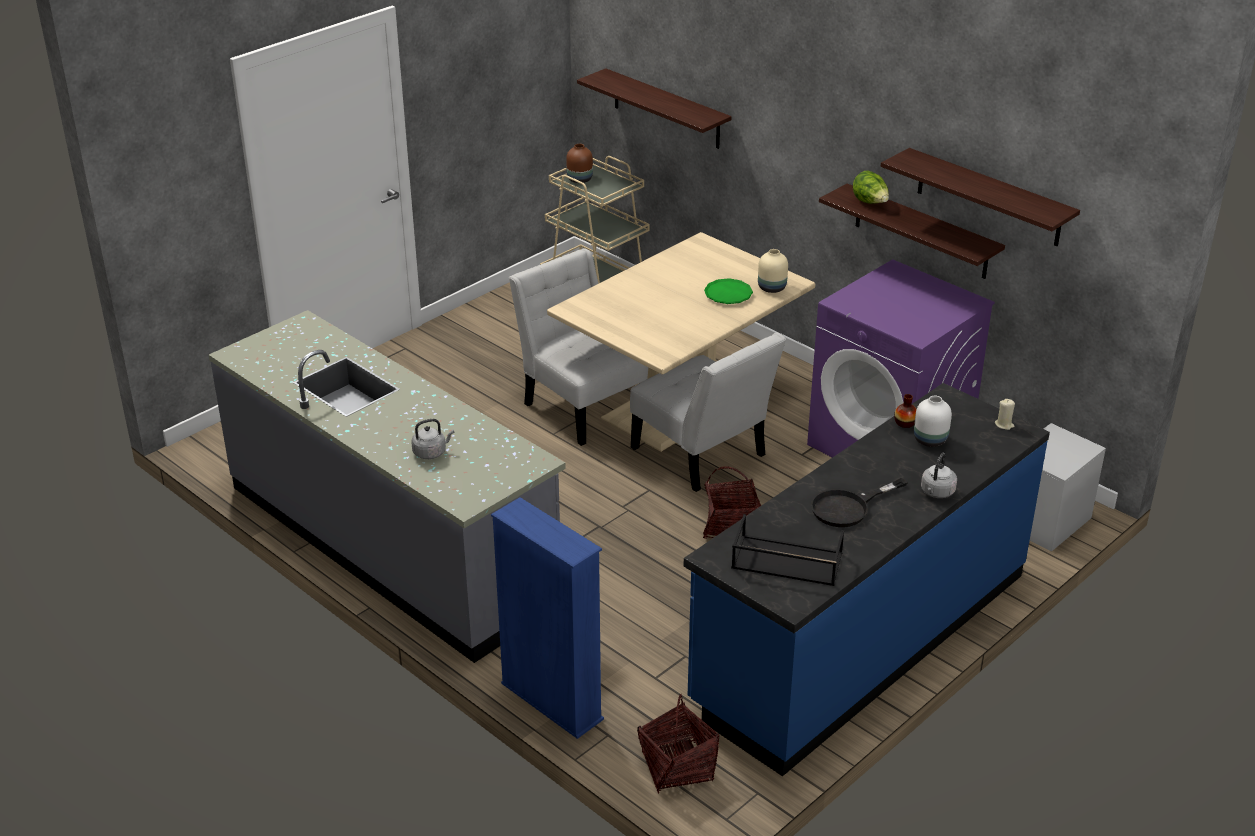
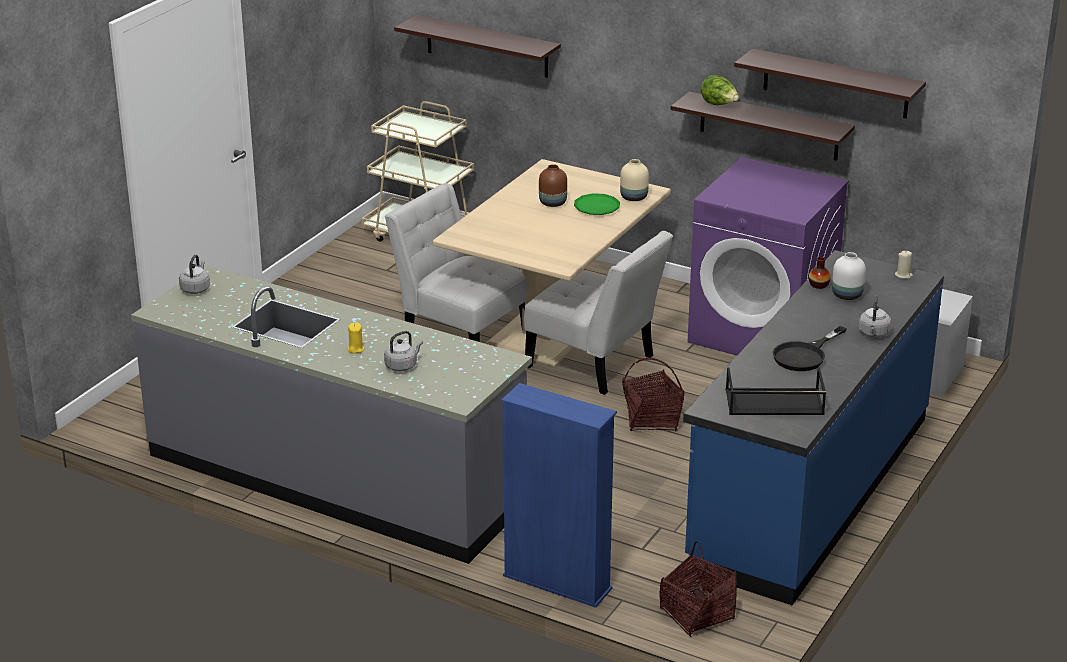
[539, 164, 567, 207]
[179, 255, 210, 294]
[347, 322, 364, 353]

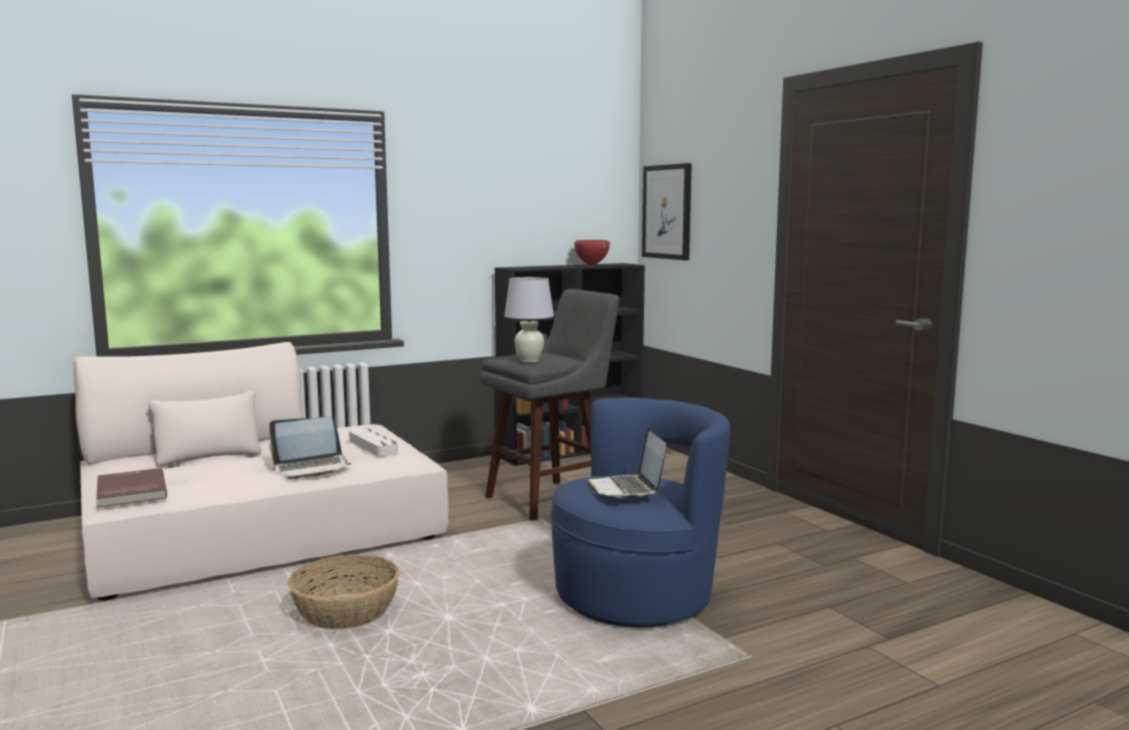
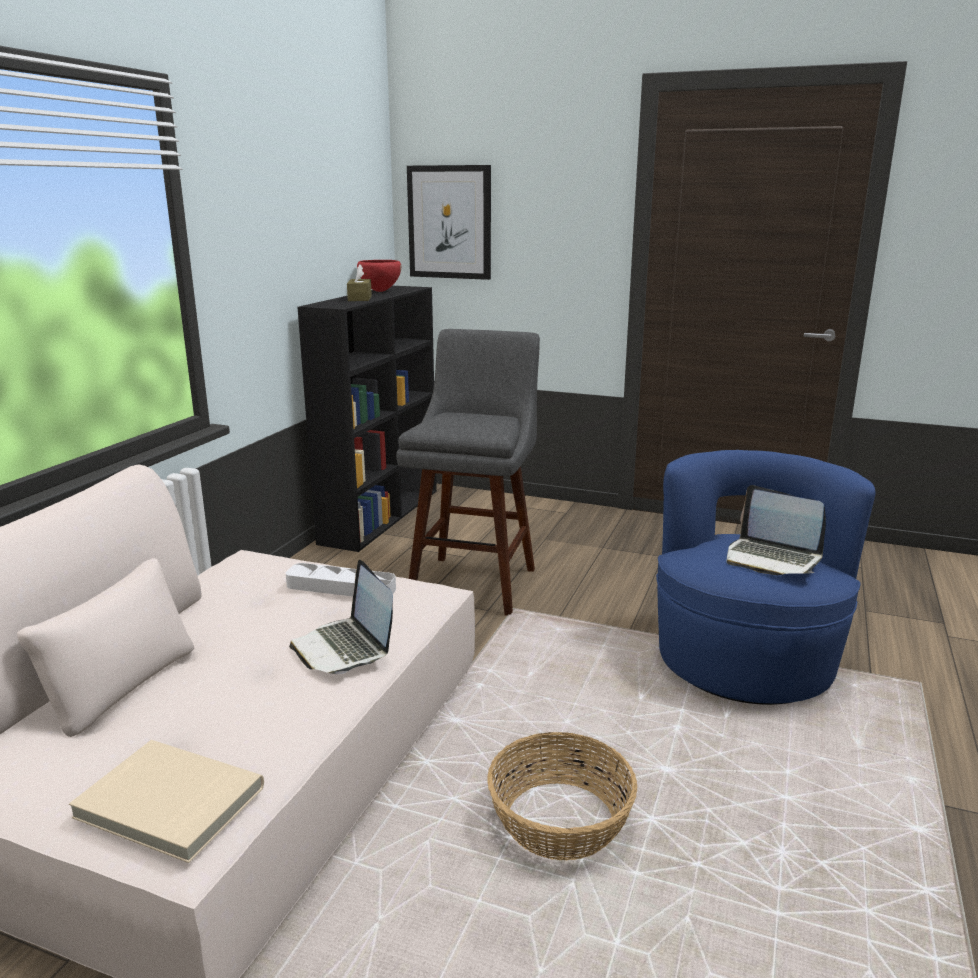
[504, 277, 554, 362] (first image)
[289, 560, 393, 674]
[69, 740, 264, 863]
[347, 264, 372, 301]

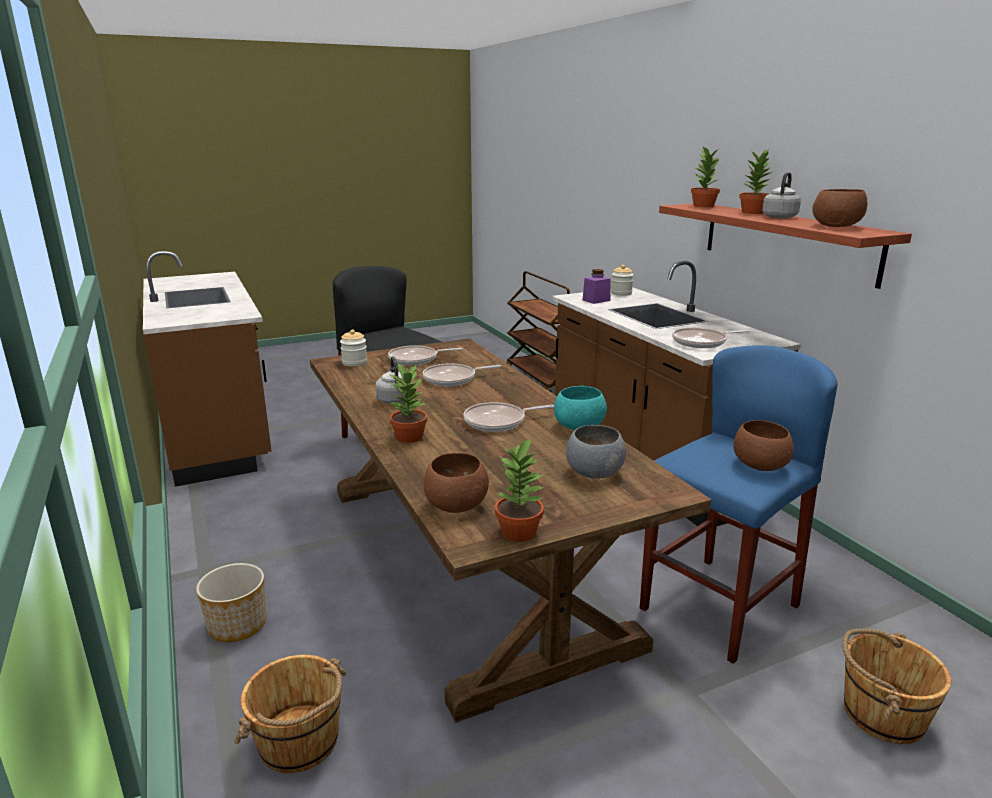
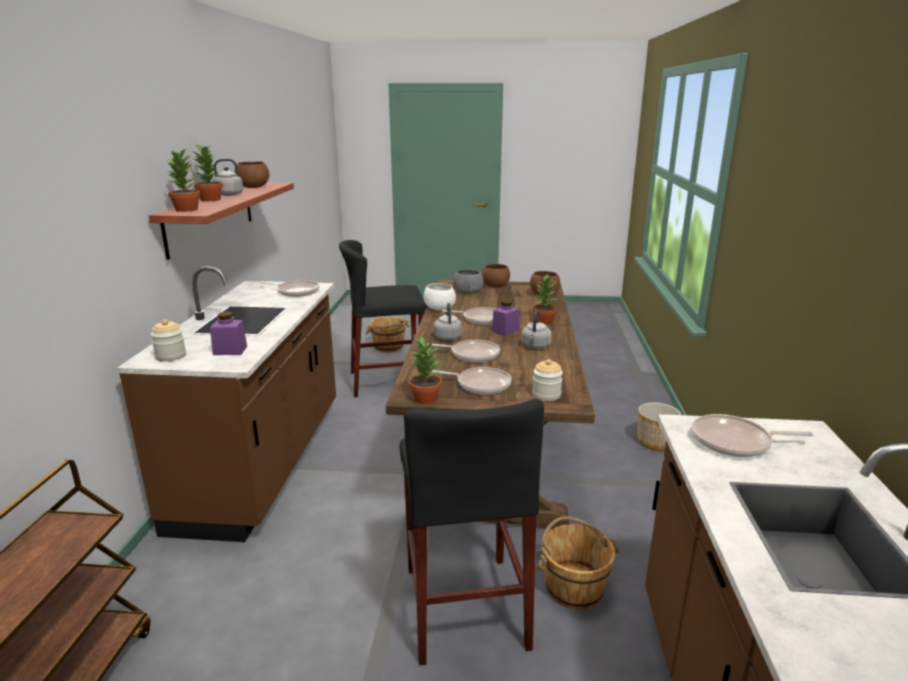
[339, 240, 427, 397]
[424, 283, 456, 311]
[482, 264, 510, 288]
[409, 337, 442, 404]
[535, 516, 619, 610]
[492, 300, 519, 336]
[434, 303, 462, 340]
[692, 414, 814, 457]

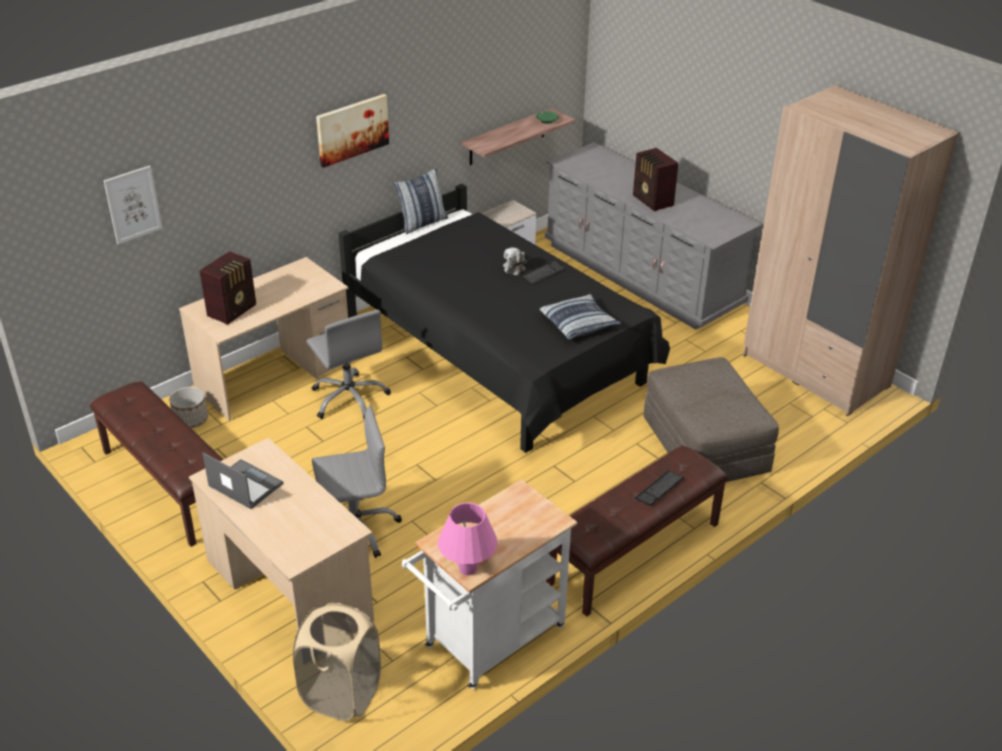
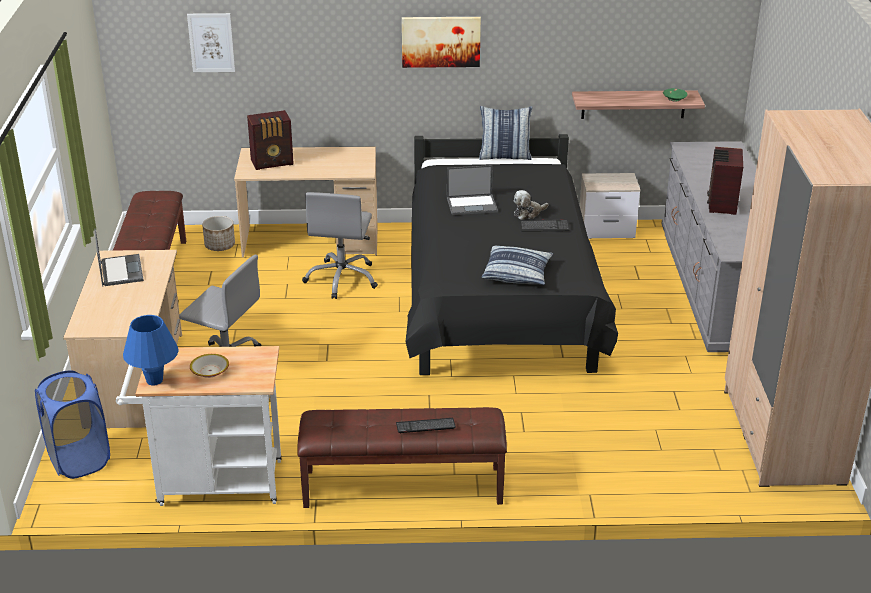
[643, 357, 779, 482] (first image)
[123, 315, 179, 385]
[35, 371, 110, 479]
[447, 165, 498, 215]
[190, 354, 229, 378]

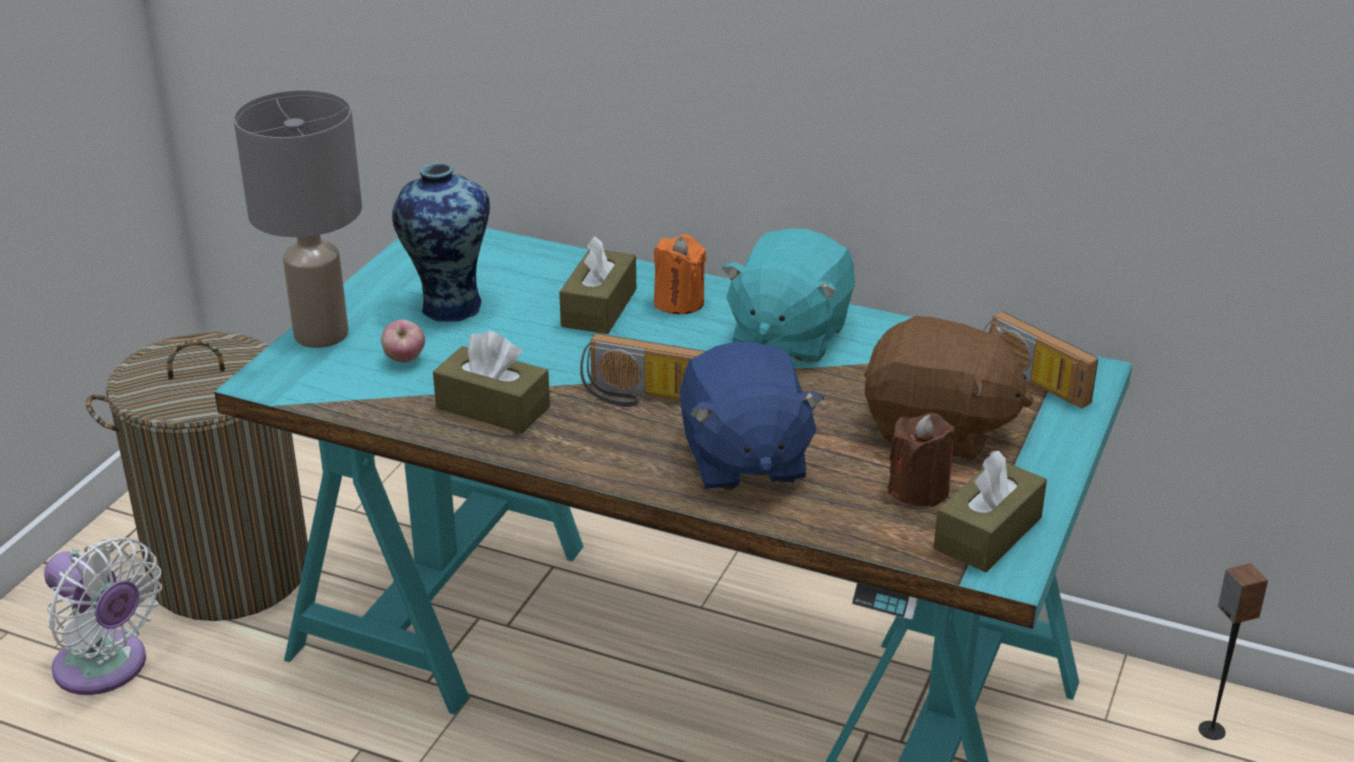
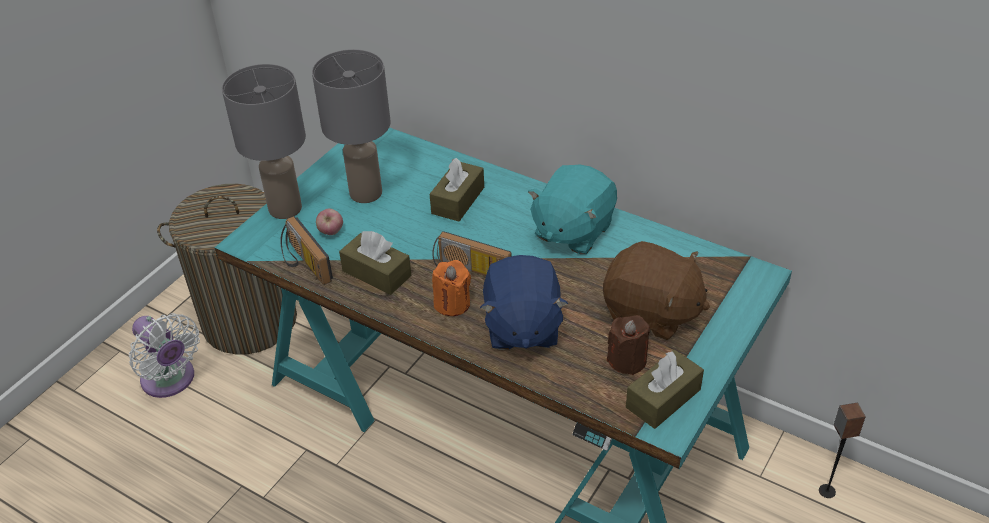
[312, 49, 391, 203]
[432, 260, 471, 316]
[280, 216, 333, 285]

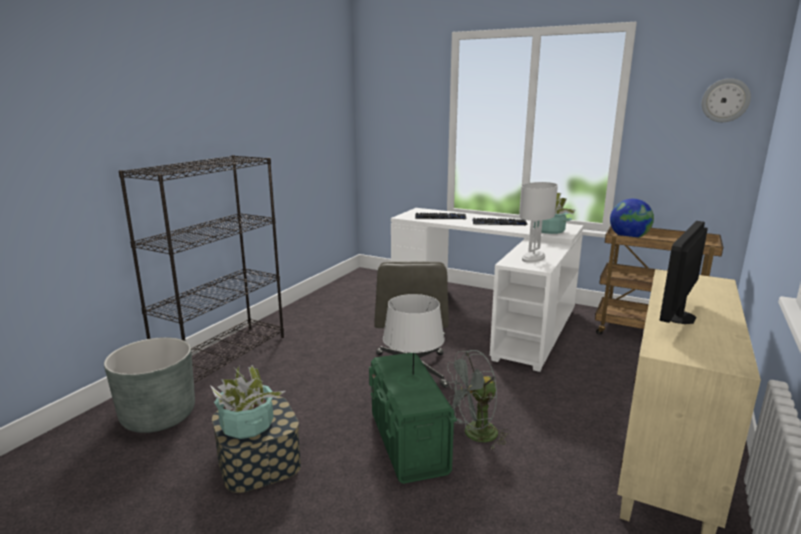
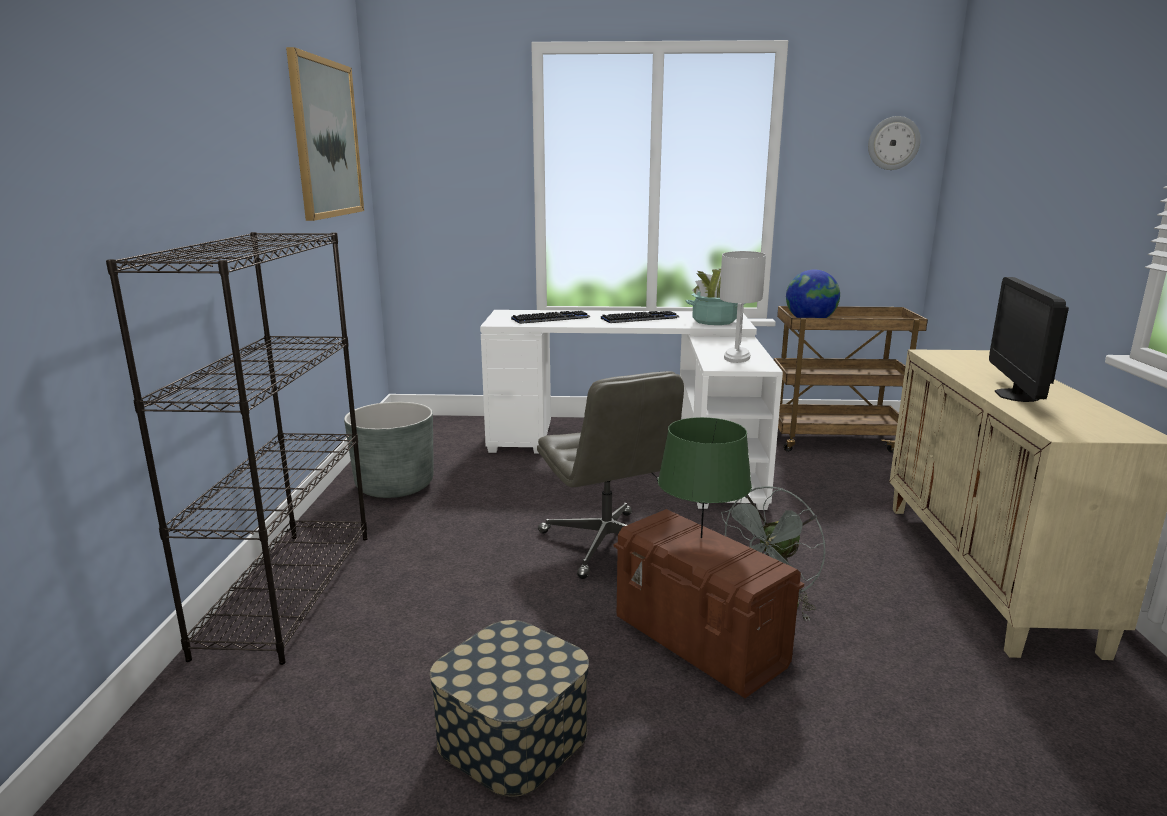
[658, 417, 752, 538]
[344, 402, 434, 498]
[613, 509, 804, 698]
[210, 365, 286, 439] (first image)
[286, 47, 364, 221]

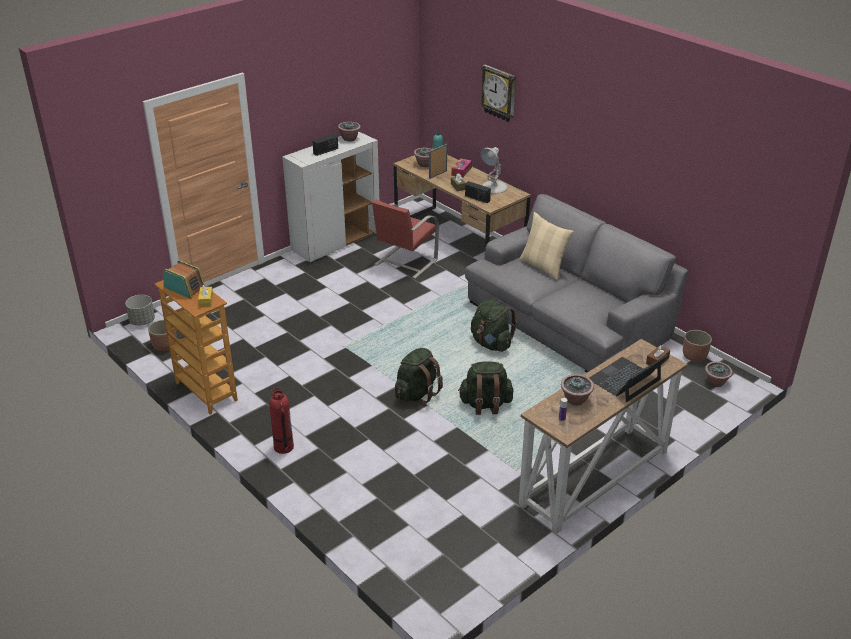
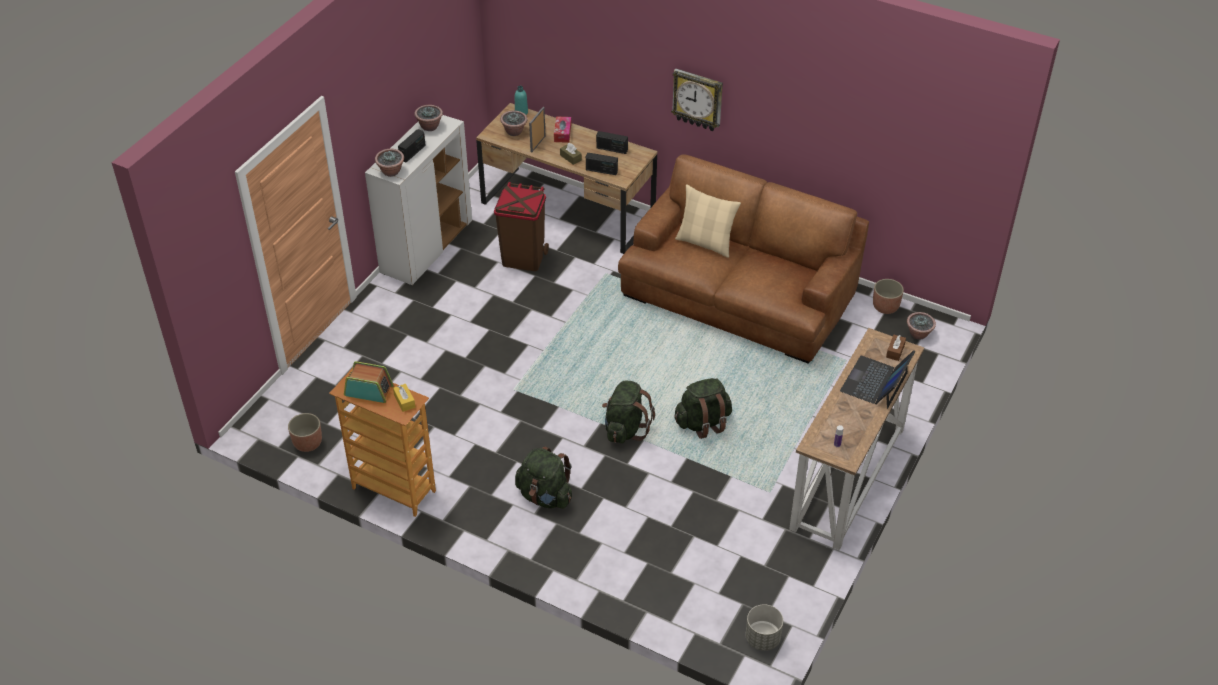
[671, 69, 723, 131]
[596, 131, 628, 154]
[618, 154, 869, 364]
[494, 182, 549, 271]
[746, 604, 783, 651]
[515, 446, 572, 509]
[375, 149, 404, 177]
[269, 387, 294, 454] (first image)

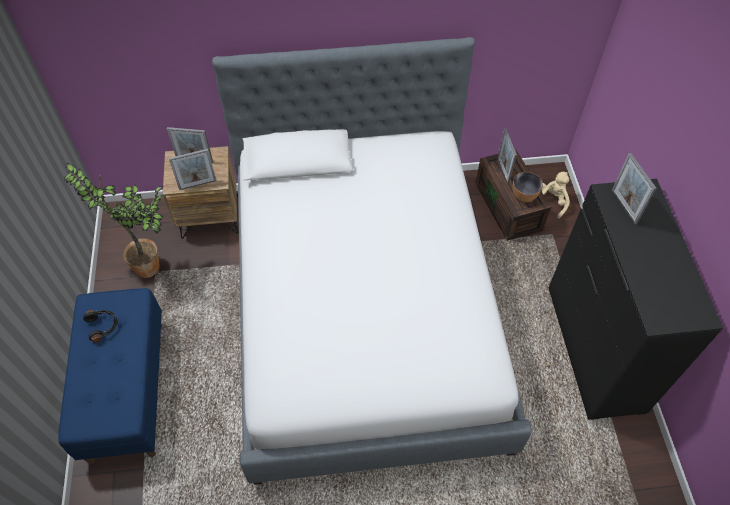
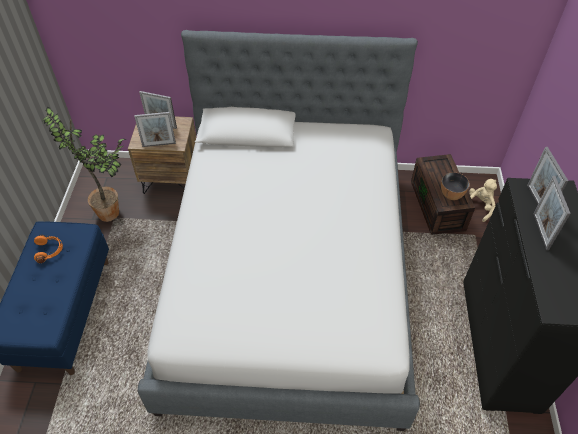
[533, 176, 571, 250]
[34, 234, 63, 263]

